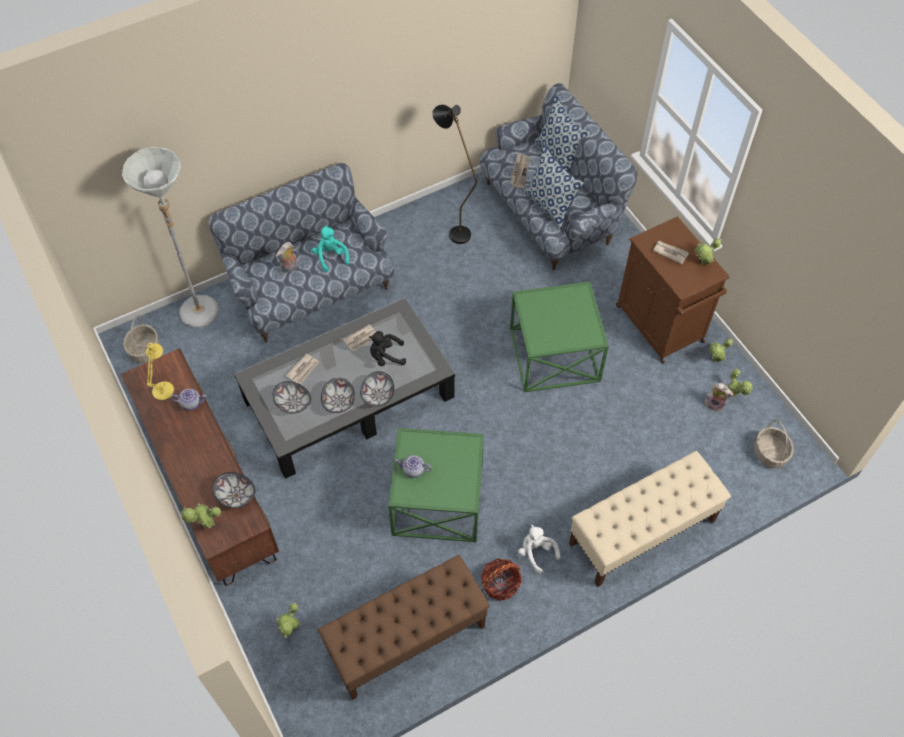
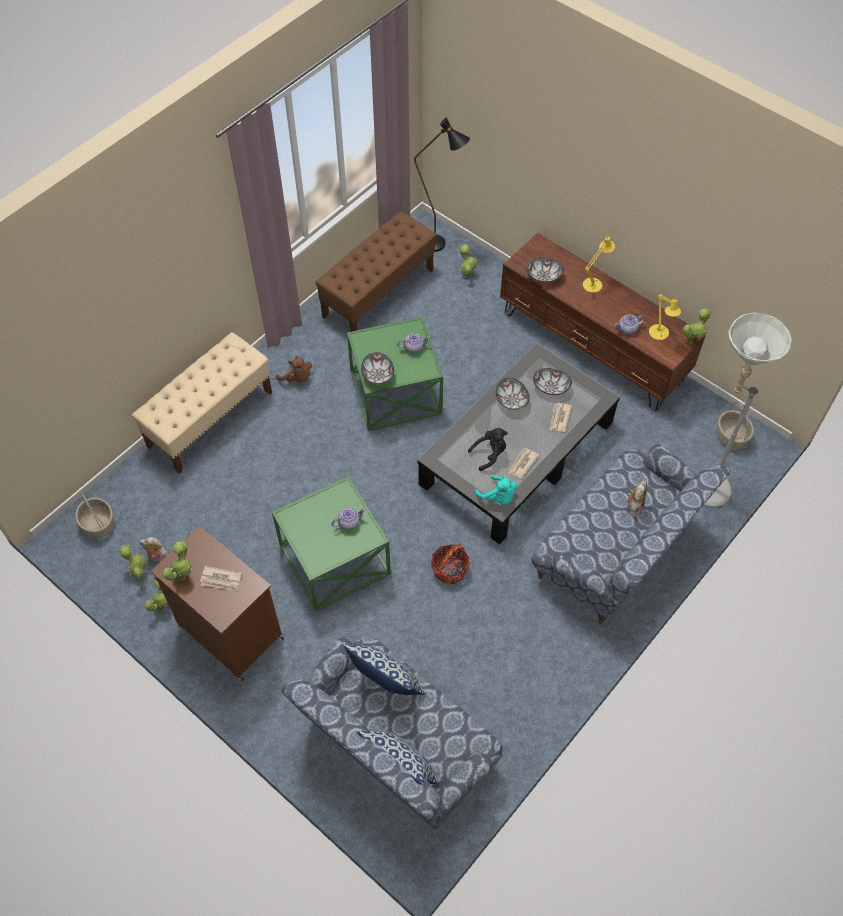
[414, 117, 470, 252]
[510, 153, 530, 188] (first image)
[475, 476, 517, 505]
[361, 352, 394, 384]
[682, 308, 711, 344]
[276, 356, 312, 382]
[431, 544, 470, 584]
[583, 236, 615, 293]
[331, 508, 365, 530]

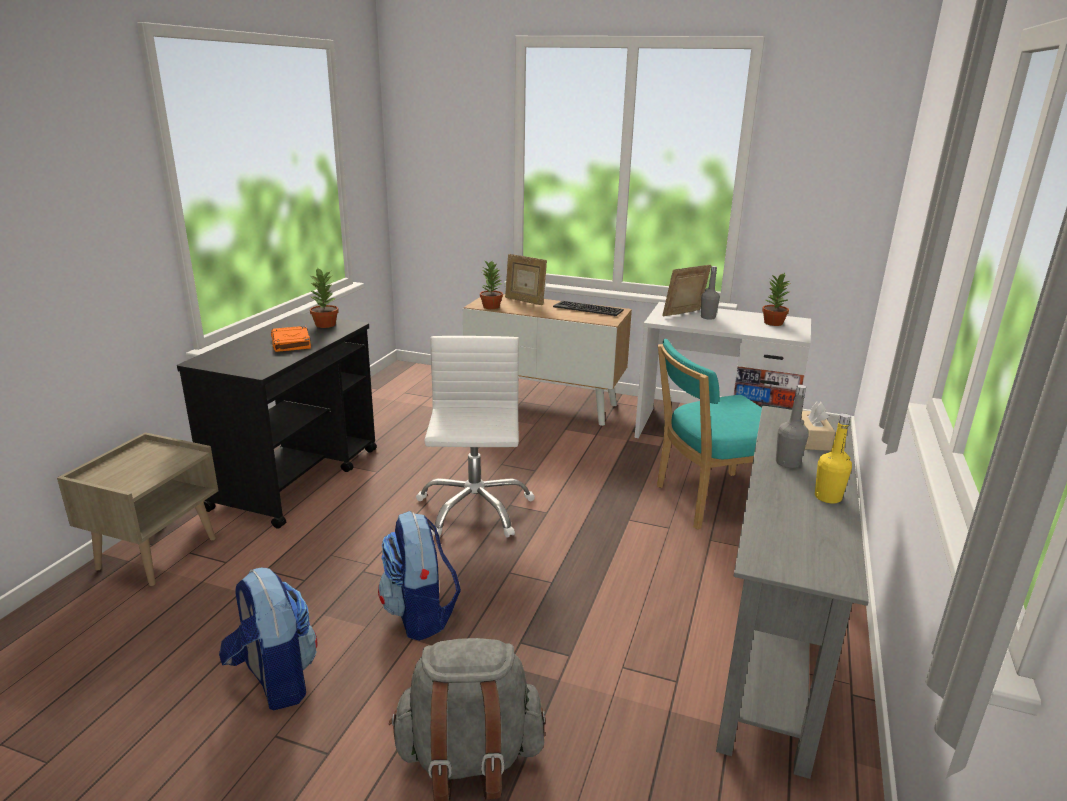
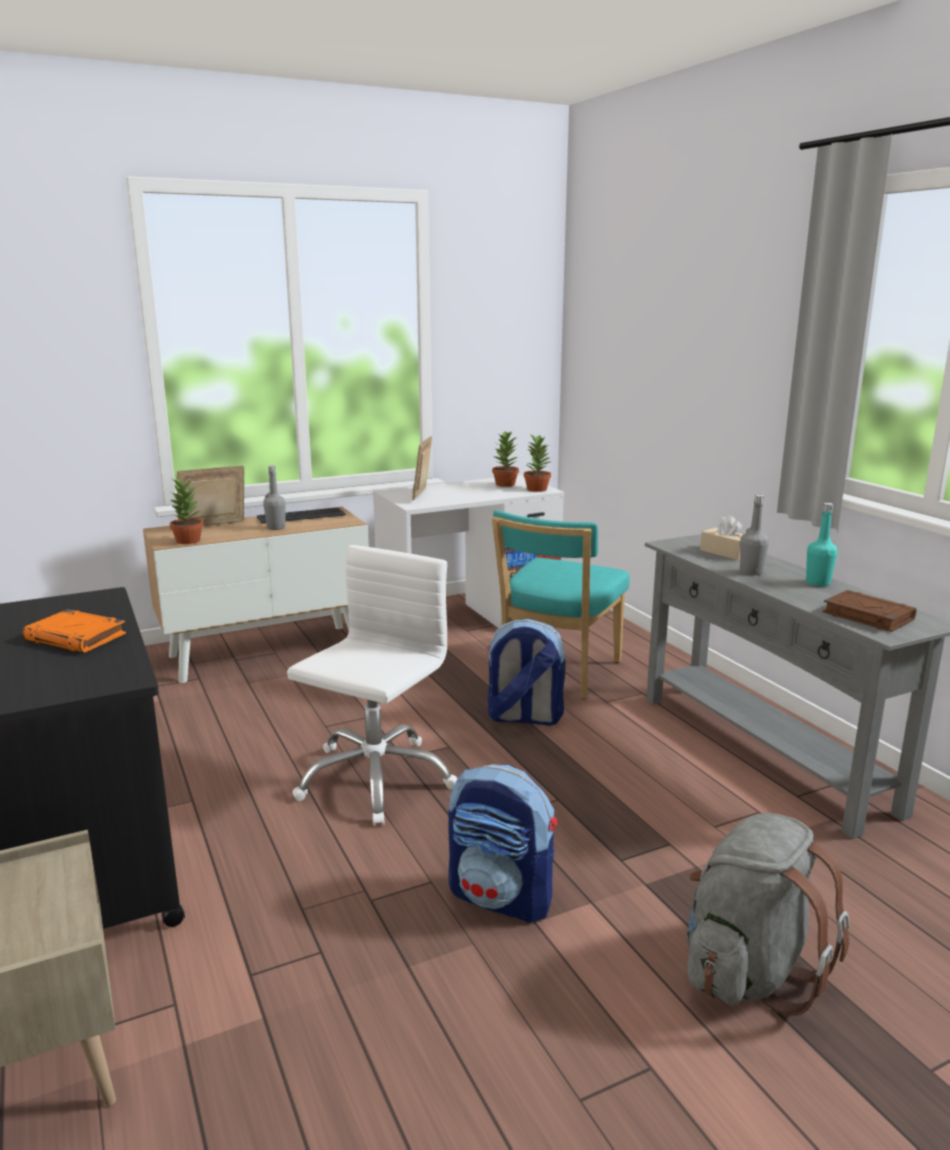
[177, 465, 244, 526]
[263, 465, 286, 530]
[524, 434, 552, 492]
[287, 545, 457, 826]
[806, 503, 838, 586]
[486, 619, 566, 726]
[822, 590, 917, 632]

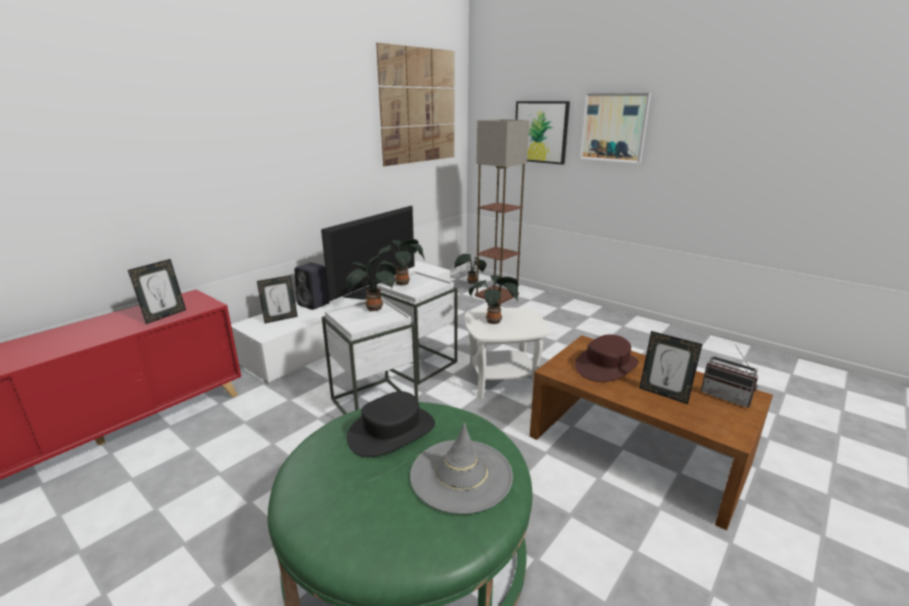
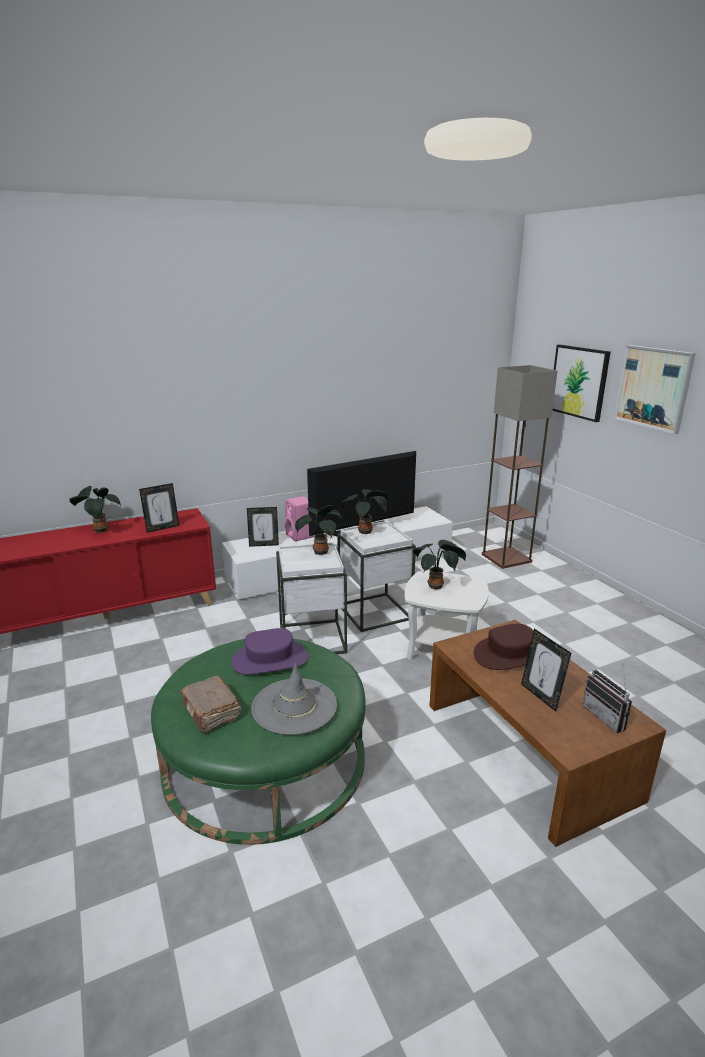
[376, 43, 454, 166] (first image)
[69, 486, 121, 533]
[285, 496, 313, 541]
[232, 628, 308, 674]
[179, 676, 241, 733]

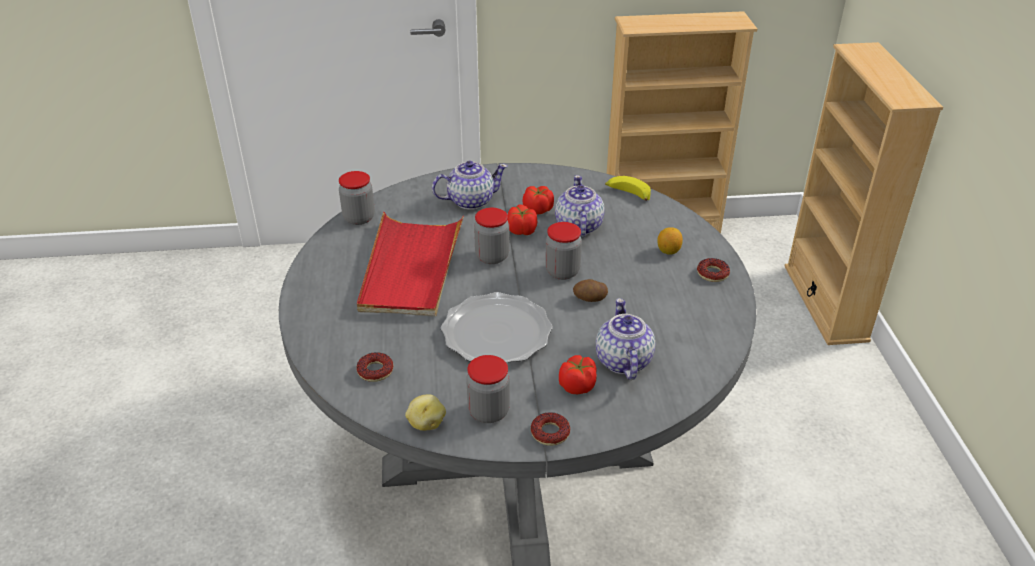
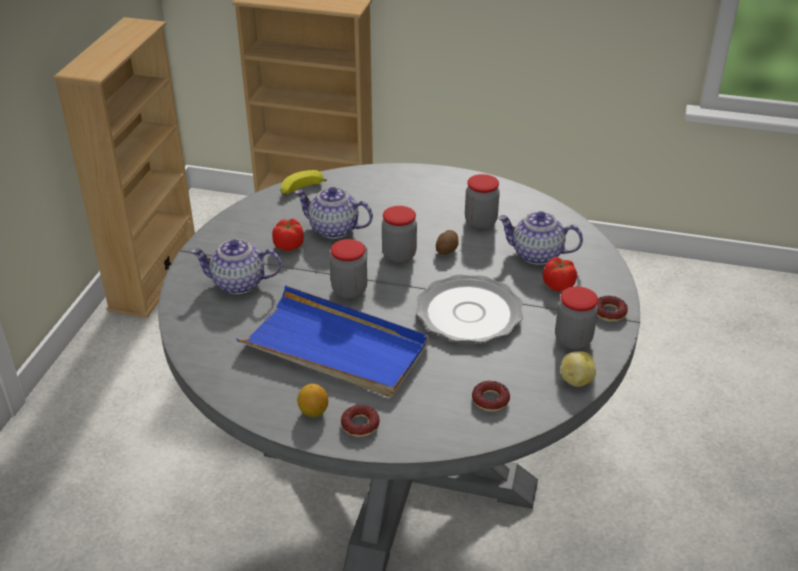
[190, 239, 281, 294]
[465, 174, 500, 229]
[507, 205, 537, 235] (first image)
[236, 285, 430, 397]
[297, 384, 328, 417]
[341, 405, 380, 437]

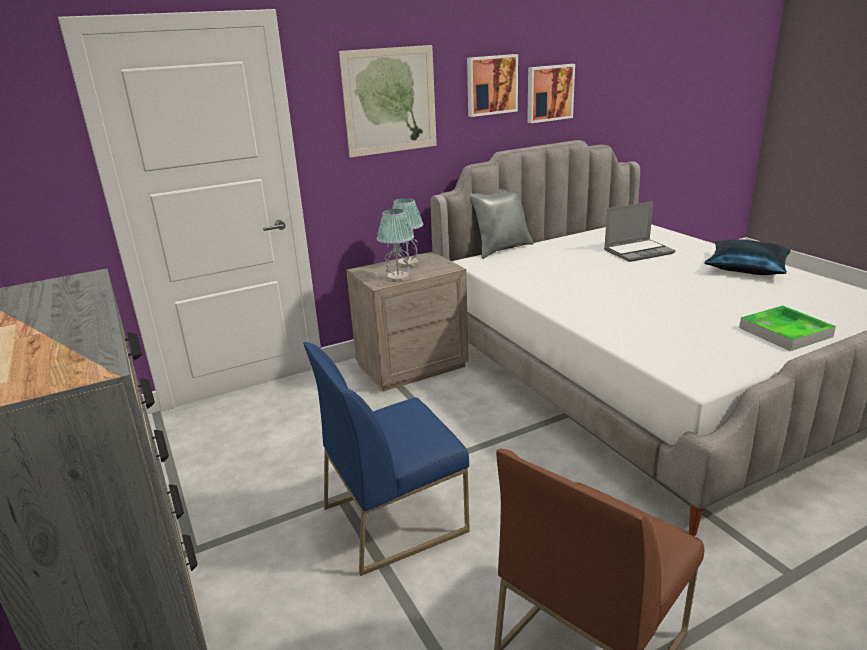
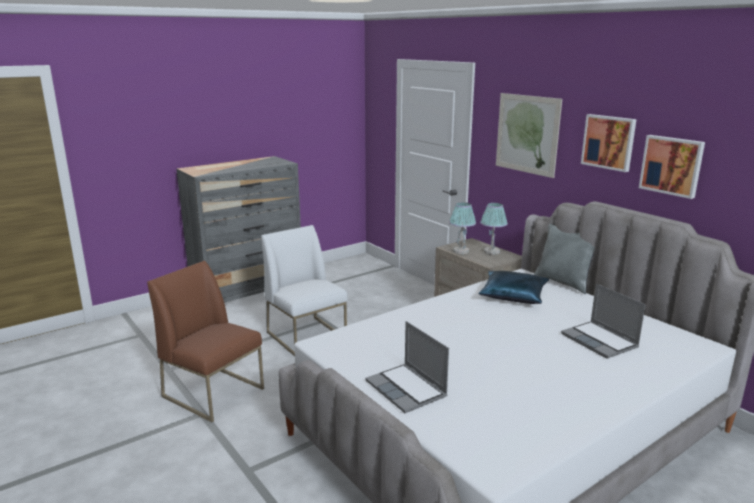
[478, 271, 549, 304]
[366, 321, 449, 413]
[261, 225, 348, 356]

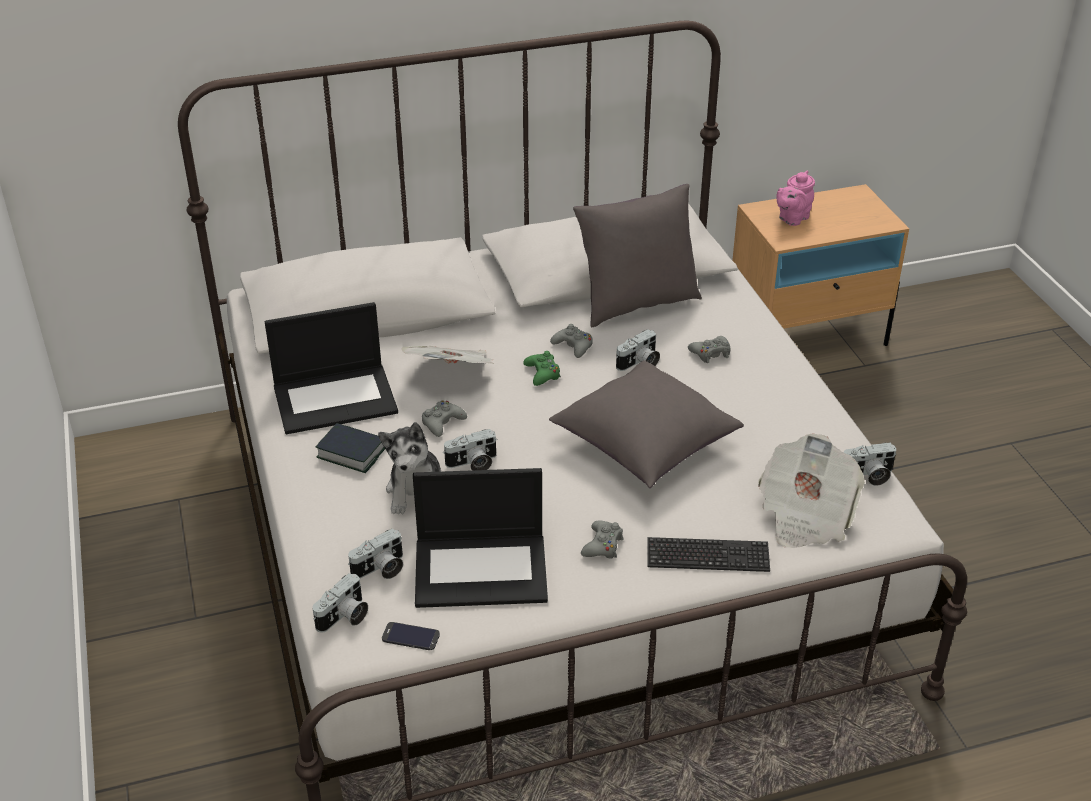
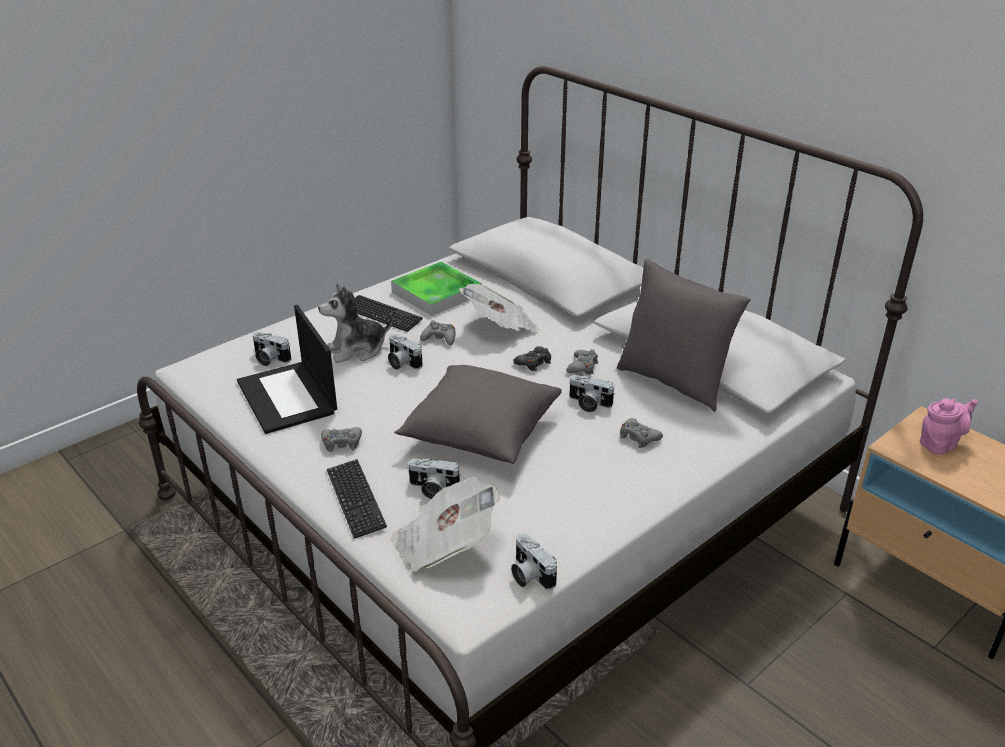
[920, 398, 978, 455]
[391, 262, 482, 316]
[513, 346, 551, 371]
[355, 295, 423, 332]
[407, 459, 461, 499]
[382, 622, 440, 650] (first image)

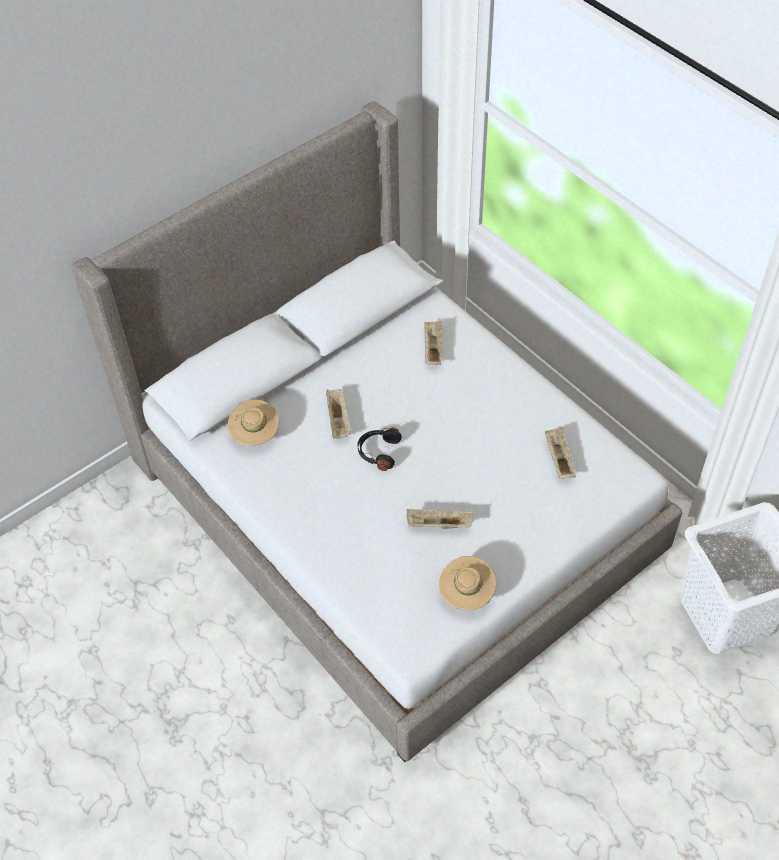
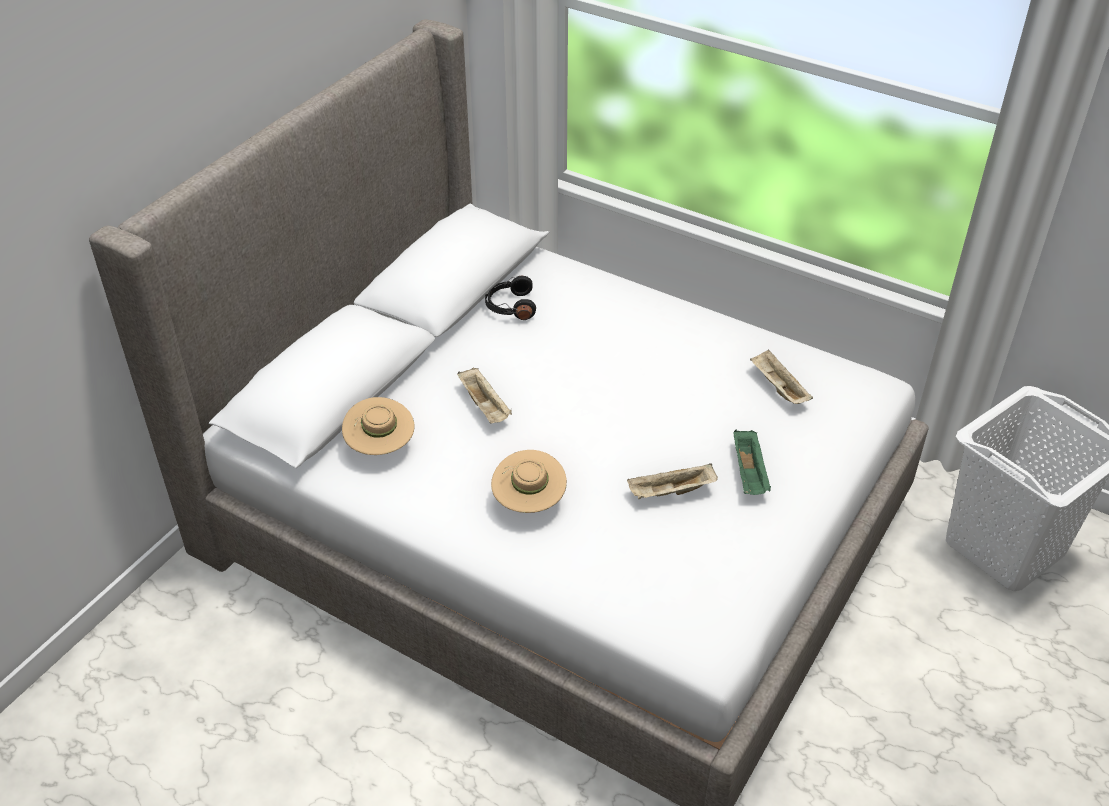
[424, 321, 443, 365] (first image)
[485, 276, 536, 320]
[491, 450, 567, 513]
[733, 429, 771, 495]

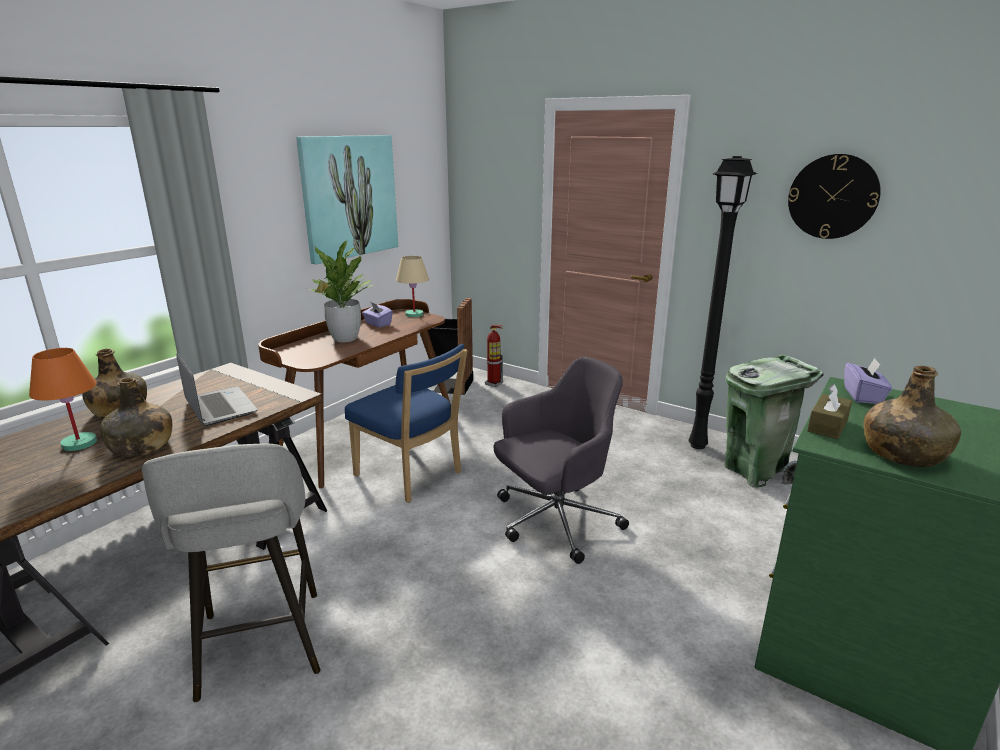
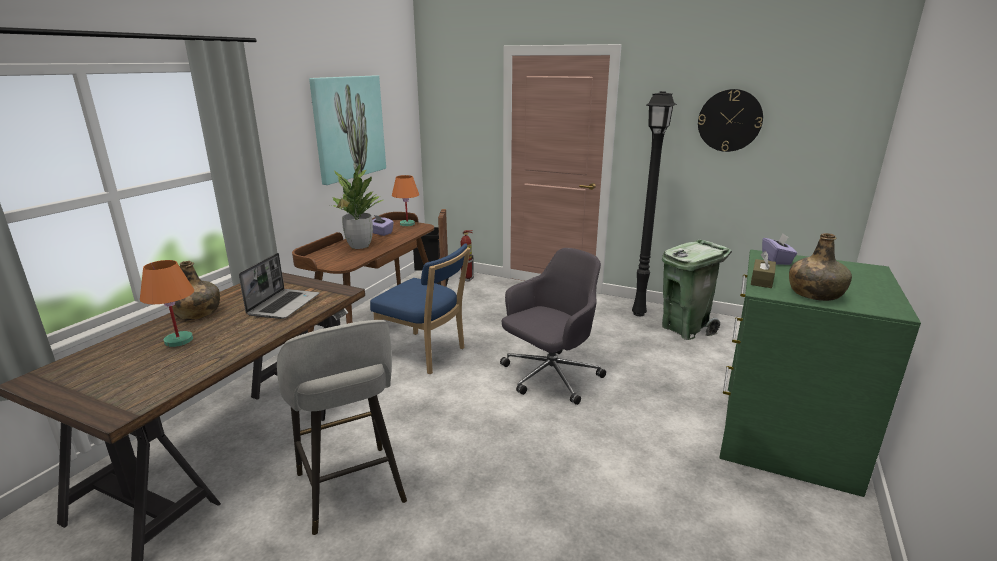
[392, 175, 419, 226]
[239, 253, 320, 319]
[100, 378, 172, 457] (first image)

